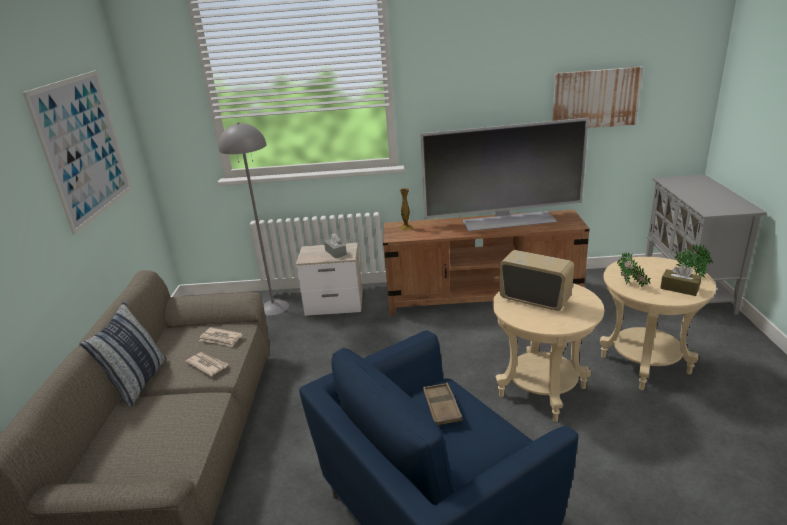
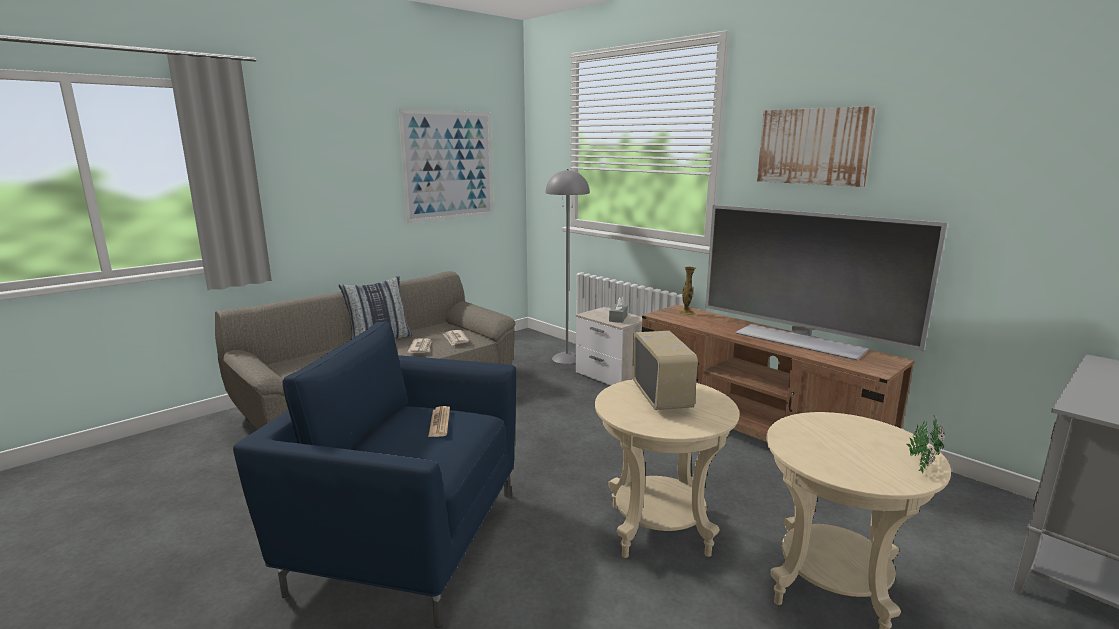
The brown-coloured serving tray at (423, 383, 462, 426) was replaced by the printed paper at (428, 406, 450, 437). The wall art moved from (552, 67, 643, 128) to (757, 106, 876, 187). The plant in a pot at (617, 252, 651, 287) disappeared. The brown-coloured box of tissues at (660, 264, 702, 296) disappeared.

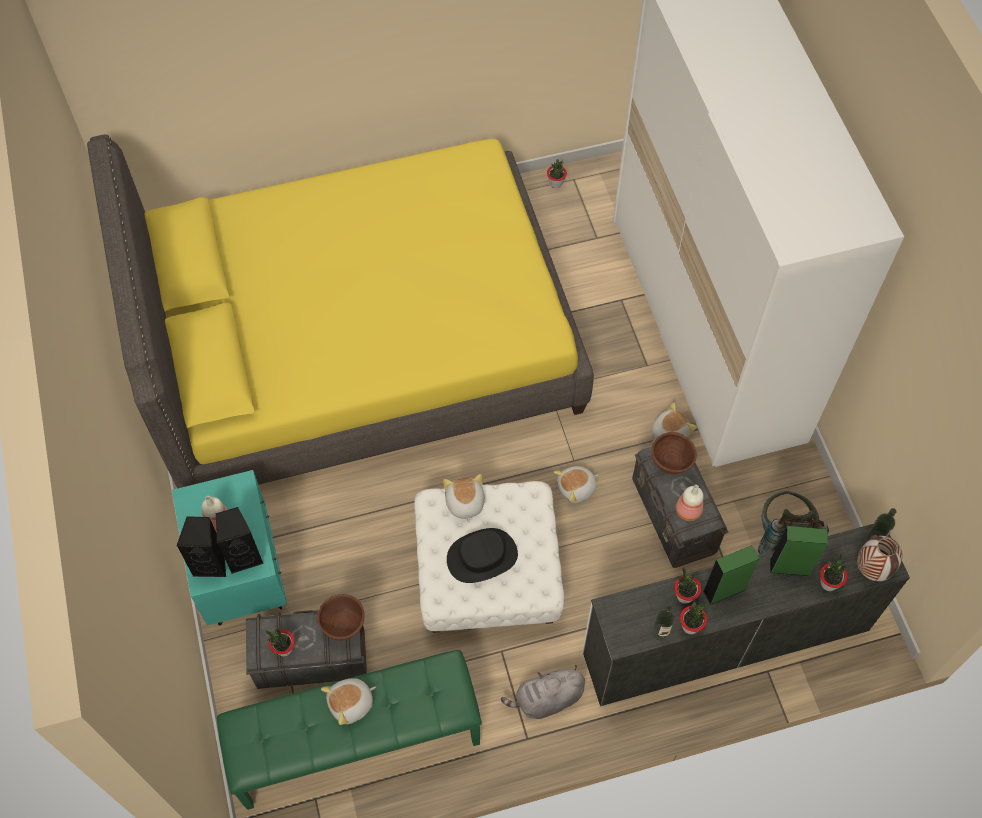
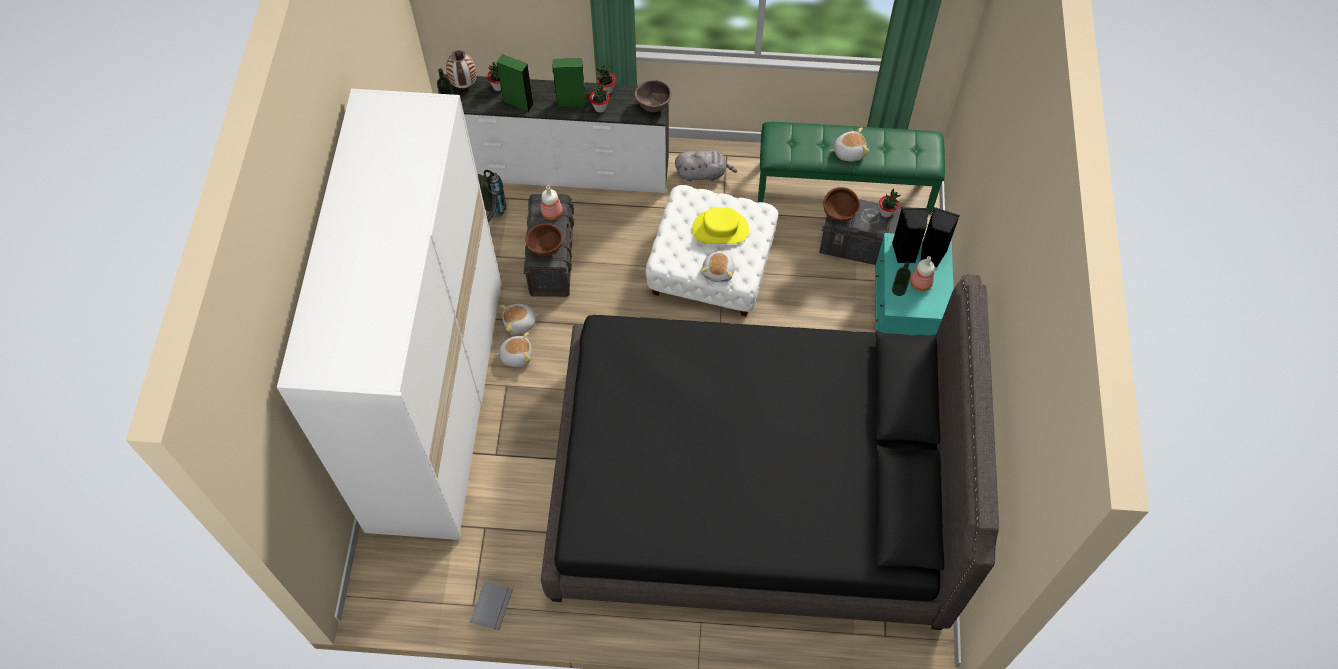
The plant in a pot at (547, 159, 567, 188) was replaced by the gray book at (470, 581, 513, 630). The plush toy moved from (554, 466, 598, 503) to (495, 332, 532, 367). The yellow bed at (87, 135, 594, 489) became the black-coloured bed at (541, 274, 999, 630). The brown-coloured serving bowl at (635, 80, 672, 112) appeared. The black-coloured hat at (447, 528, 518, 583) became the yellow hat at (692, 207, 749, 244). The drink bottle moved from (652, 606, 675, 641) to (892, 261, 911, 296).

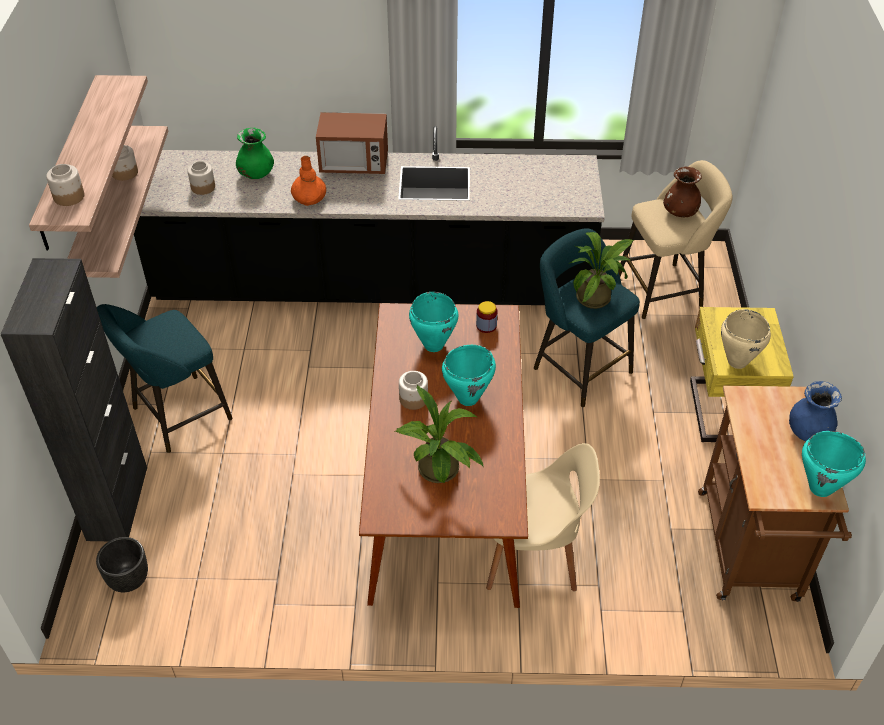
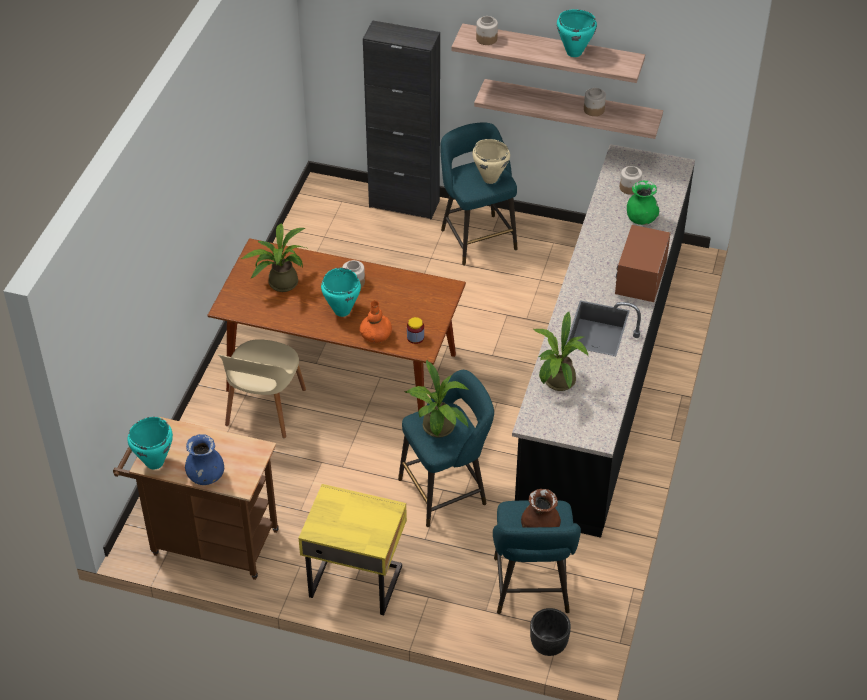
The orange decorative vase moved from (291, 156, 326, 206) to (359, 300, 392, 343). The beige cooking pot moved from (721, 309, 771, 369) to (472, 139, 510, 184). The beige sitting stool at (618, 160, 733, 319) became the turquoise-coloured sitting stool at (493, 500, 581, 614). The black-coloured flower pot moved from (96, 537, 148, 592) to (530, 608, 571, 656). The plant in a pot at (534, 311, 589, 391) appeared. The turquoise-coloured cooking pot moved from (409, 292, 458, 352) to (557, 9, 597, 57).

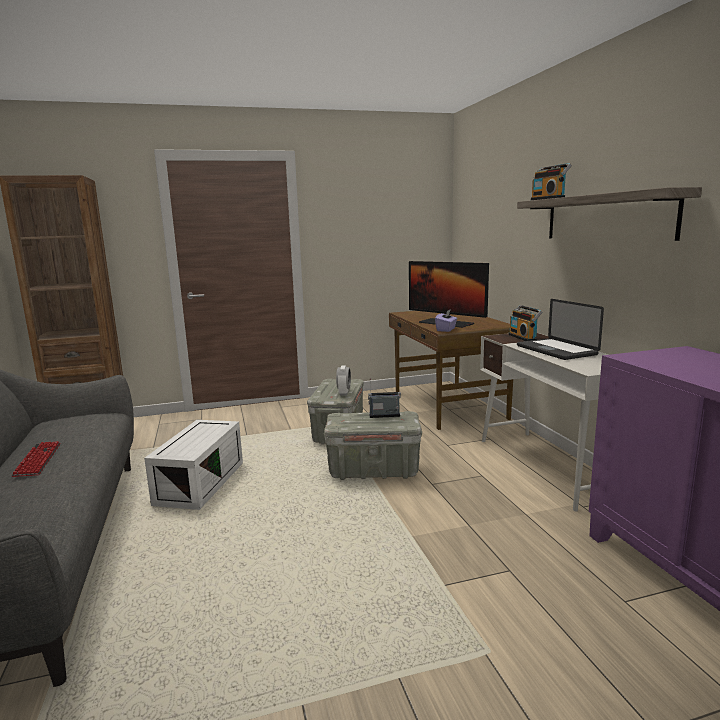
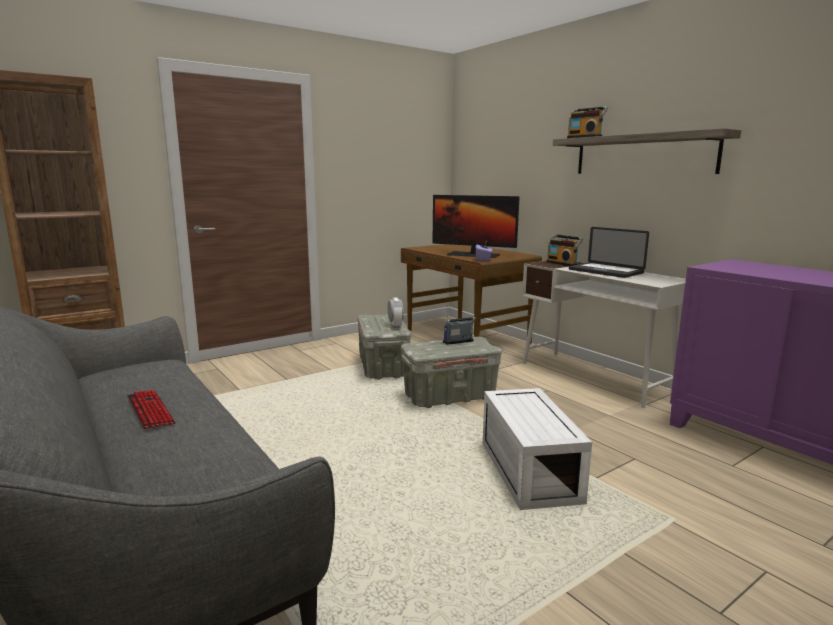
The white-coloured storage container moved from (144, 420, 243, 510) to (483, 388, 592, 510).

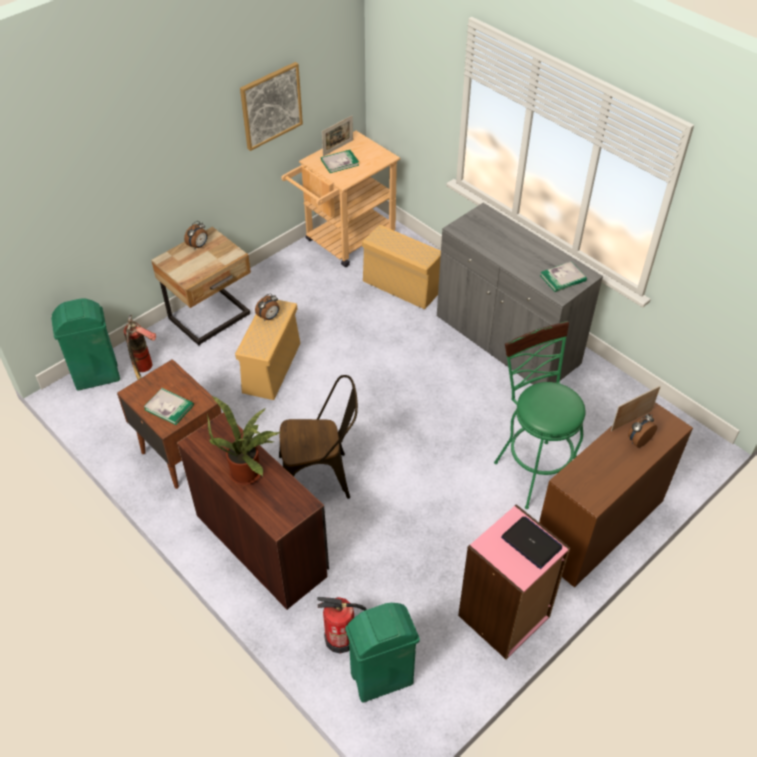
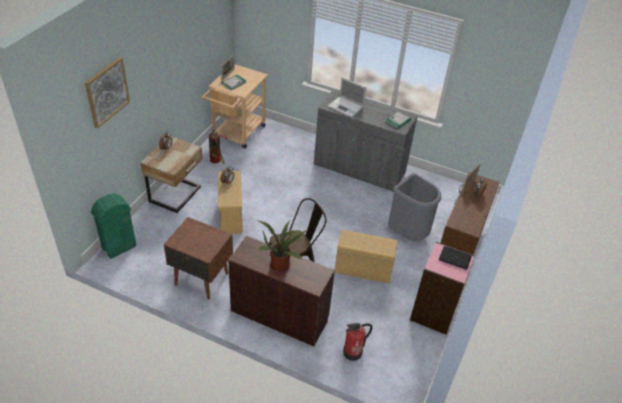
The wall art moved from (240, 62, 303, 151) to (85, 57, 130, 128). The fire-fighting cylinder moved from (124, 315, 156, 380) to (209, 127, 228, 164). The laptop at (328, 77, 367, 117) appeared. The beige storage container moved from (362, 225, 441, 309) to (335, 230, 398, 283). The green sitting stool at (494, 321, 586, 509) was replaced by the gray trash can at (388, 173, 441, 241). The book at (144, 388, 194, 425) disappeared. The green trash can at (345, 603, 420, 703) disappeared.

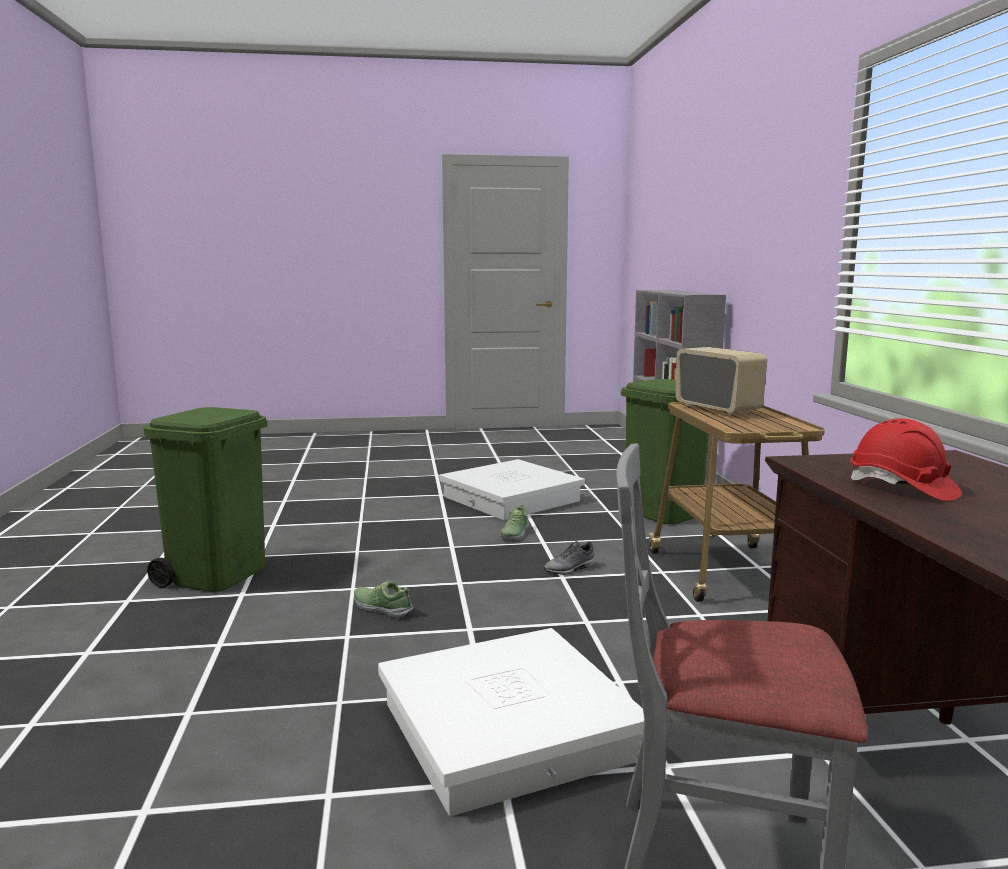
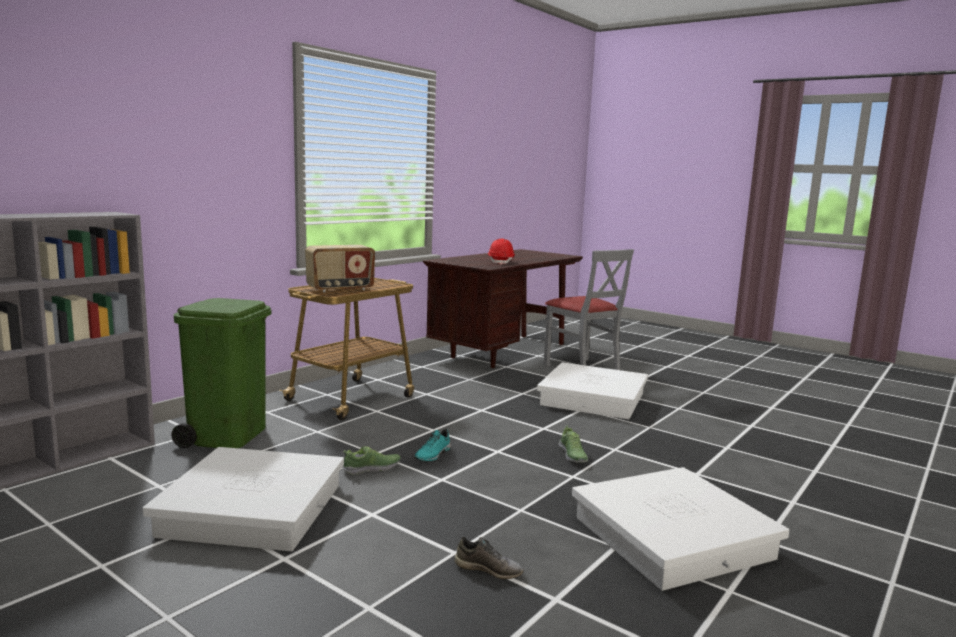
The radio receiver at (675, 347, 767, 415) turned 135 degrees counterclockwise. The turquoise-coloured shoe at (414, 429, 451, 461) appeared. The gray shoe moved from (543, 541, 596, 575) to (454, 537, 524, 579). The green trash can at (144, 407, 267, 592) was replaced by the white-coloured storage container at (572, 467, 790, 591).

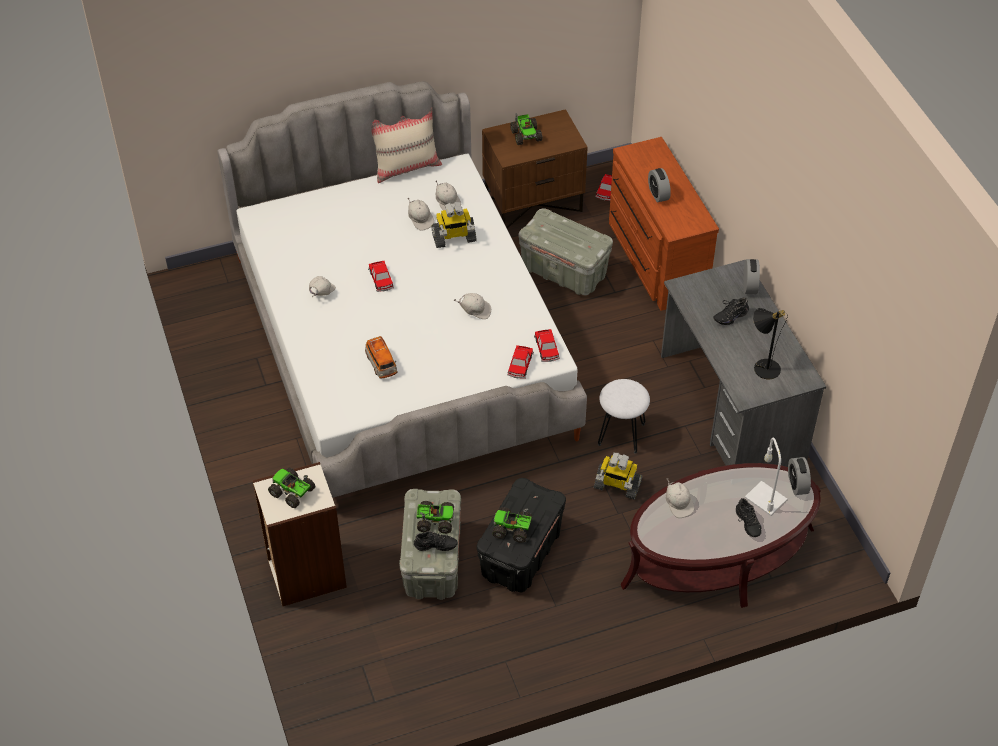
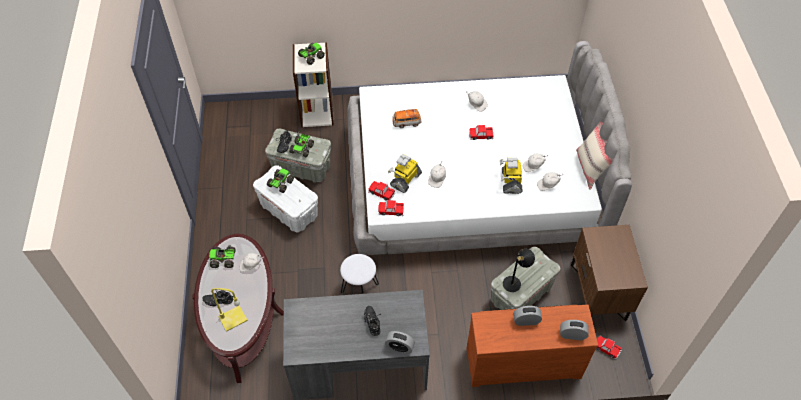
The toy truck moved from (510, 113, 542, 145) to (209, 245, 235, 268). The white-coloured table lamp at (745, 438, 787, 516) became the yellow table lamp at (211, 288, 248, 332). The black-coloured storage container at (477, 478, 566, 593) became the white-coloured storage container at (253, 165, 318, 233). The robot figure moved from (594, 453, 642, 499) to (388, 154, 422, 193). The black-coloured table lamp moved from (753, 308, 788, 379) to (503, 249, 535, 292). The bedside clock moved from (788, 457, 811, 495) to (560, 320, 589, 340).

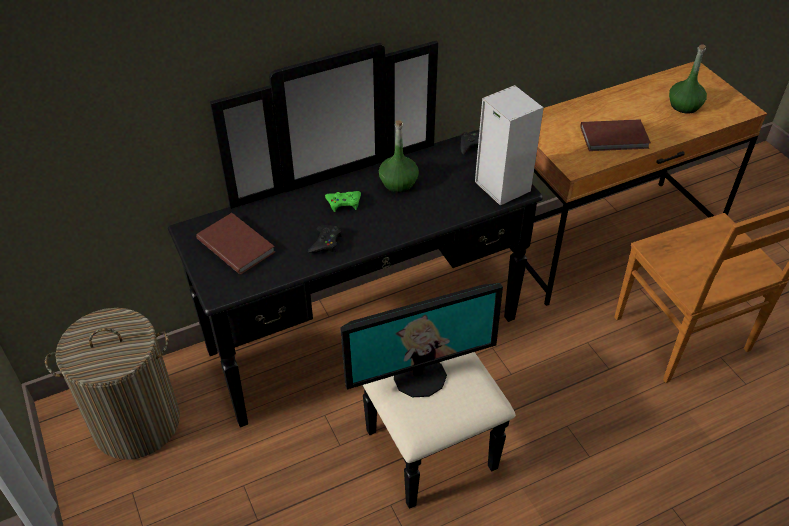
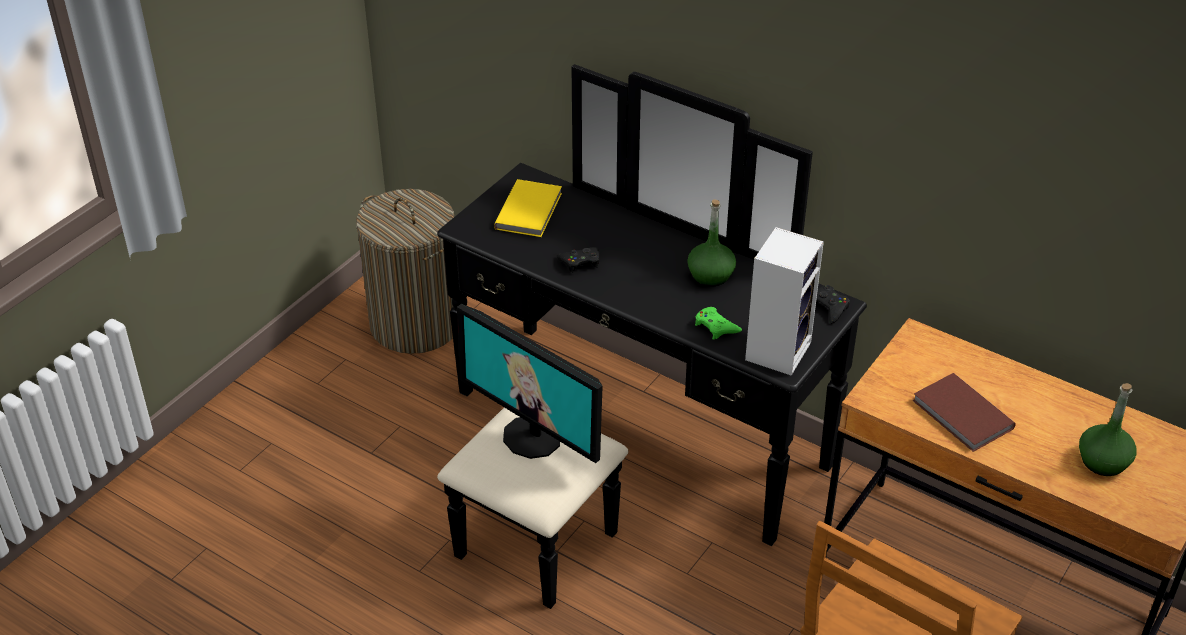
The brown-coloured book at (196, 213, 275, 275) became the yellow book at (494, 179, 562, 237). The green gamepad moved from (325, 191, 361, 212) to (695, 307, 742, 340).

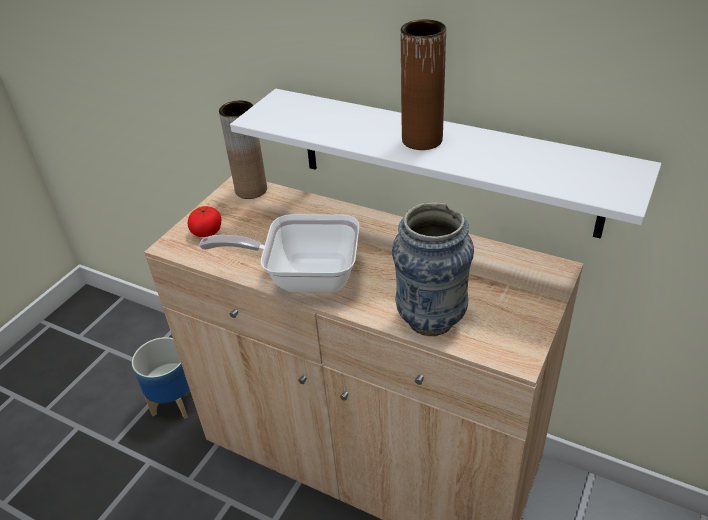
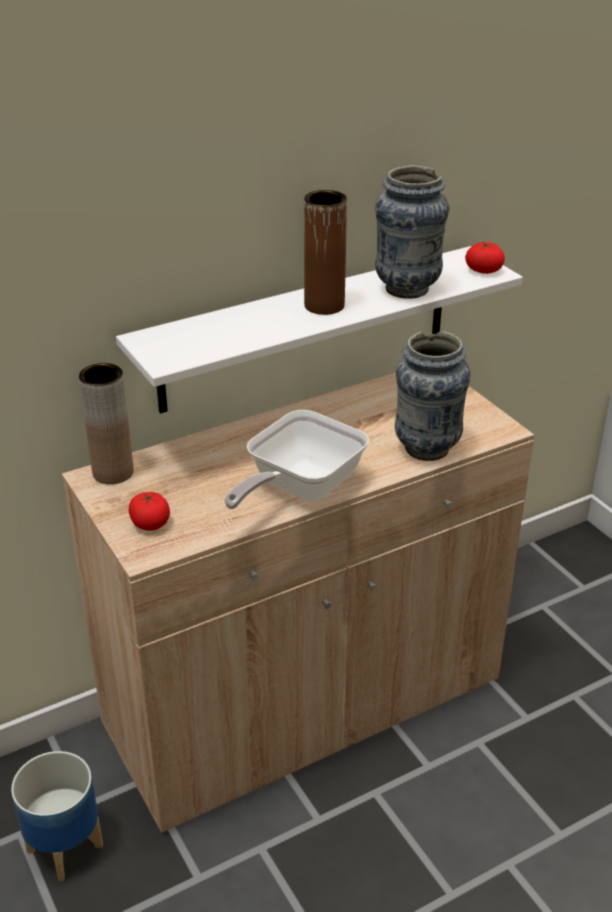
The decorative vase at (375, 165, 450, 299) appeared. The tomato at (465, 242, 505, 274) appeared.

